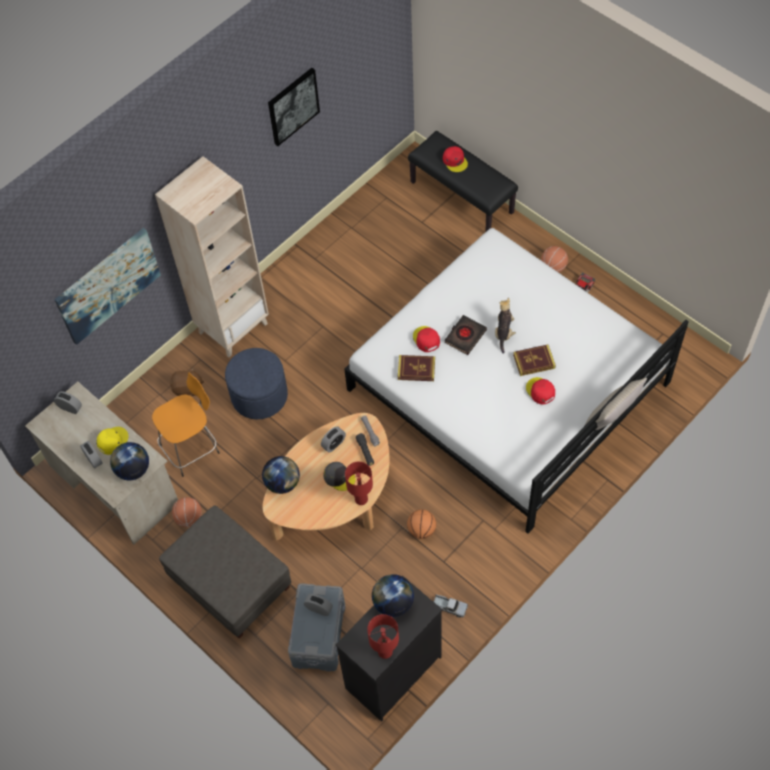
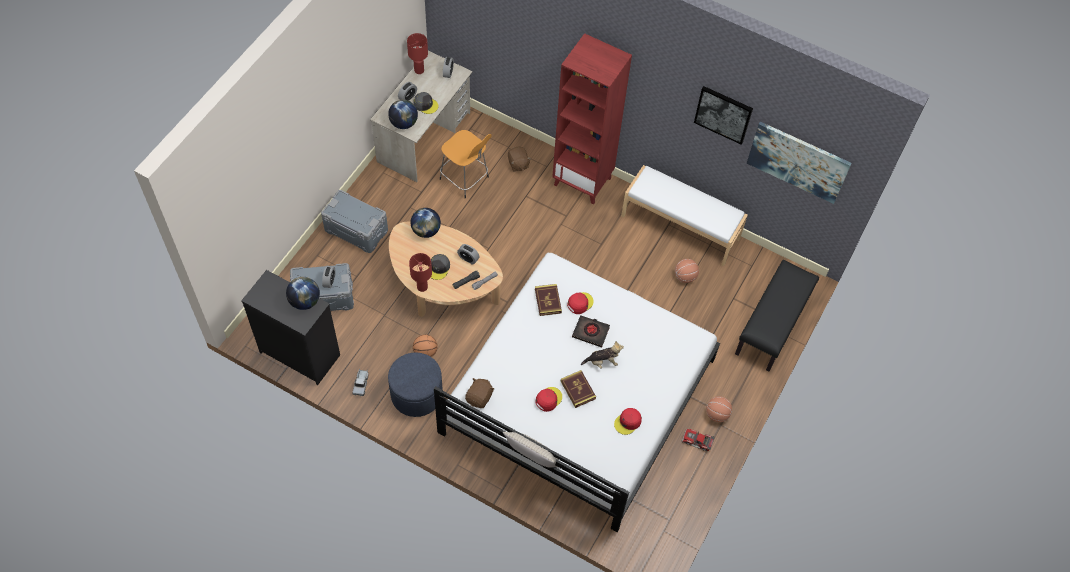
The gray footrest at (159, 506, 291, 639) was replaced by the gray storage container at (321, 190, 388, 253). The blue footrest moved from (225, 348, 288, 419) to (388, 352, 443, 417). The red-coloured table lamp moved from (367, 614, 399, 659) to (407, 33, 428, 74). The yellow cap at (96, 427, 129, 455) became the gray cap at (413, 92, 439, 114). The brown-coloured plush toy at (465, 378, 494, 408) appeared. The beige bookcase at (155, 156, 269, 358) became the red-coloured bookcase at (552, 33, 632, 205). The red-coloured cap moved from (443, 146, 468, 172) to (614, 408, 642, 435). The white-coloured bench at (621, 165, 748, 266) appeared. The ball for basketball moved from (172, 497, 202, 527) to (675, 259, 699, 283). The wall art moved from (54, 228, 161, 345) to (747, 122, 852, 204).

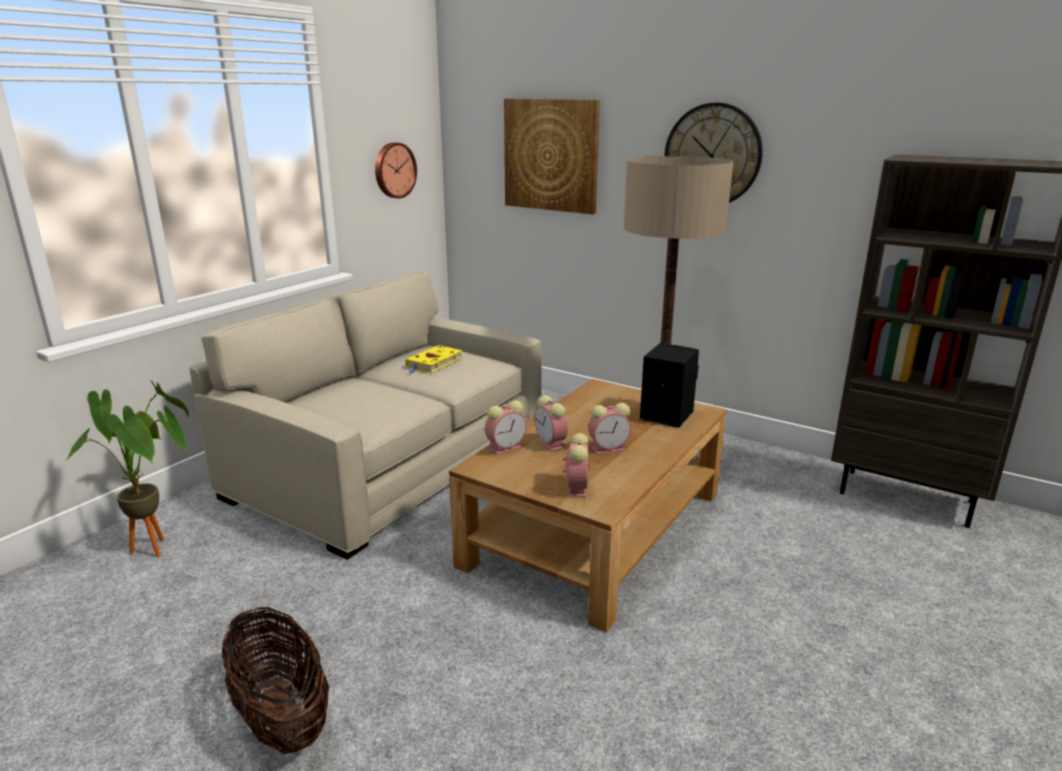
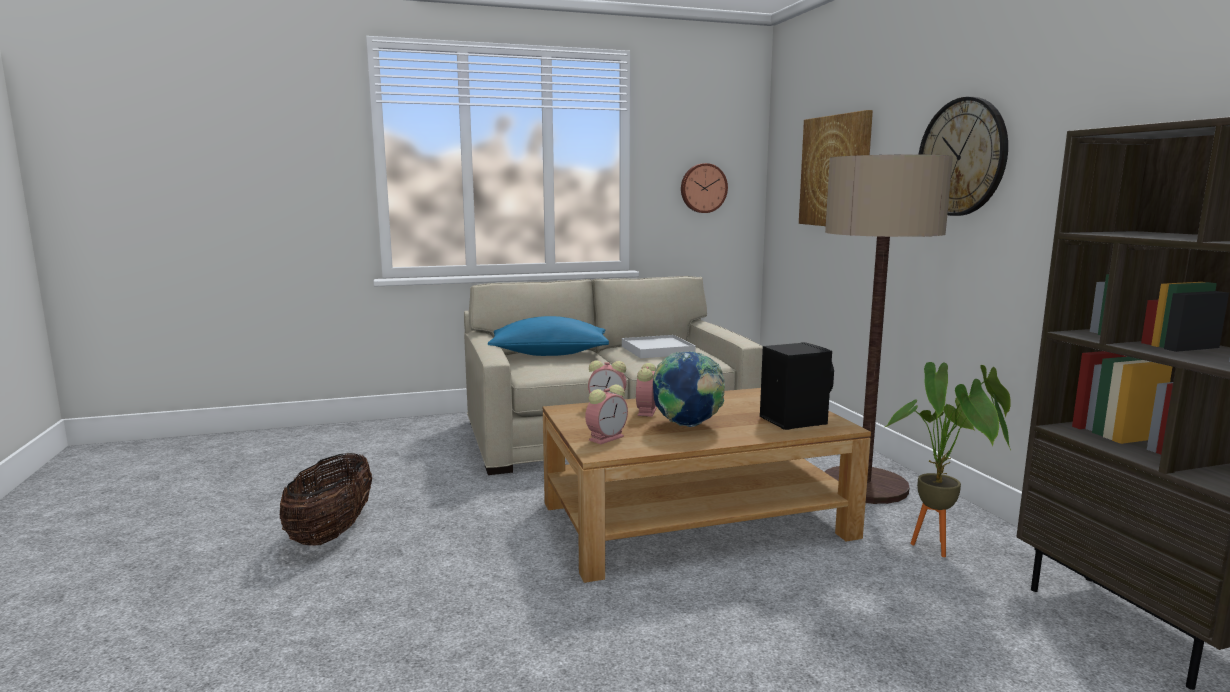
The blue throw pillow at (488, 316, 609, 356) appeared. The yellow book at (405, 345, 463, 374) was replaced by the white-coloured serving tray at (622, 335, 696, 358). The bedside clock at (588, 403, 631, 455) was replaced by the globe at (653, 351, 725, 427). The plant in a pot moved from (65, 380, 189, 557) to (885, 362, 1011, 557).

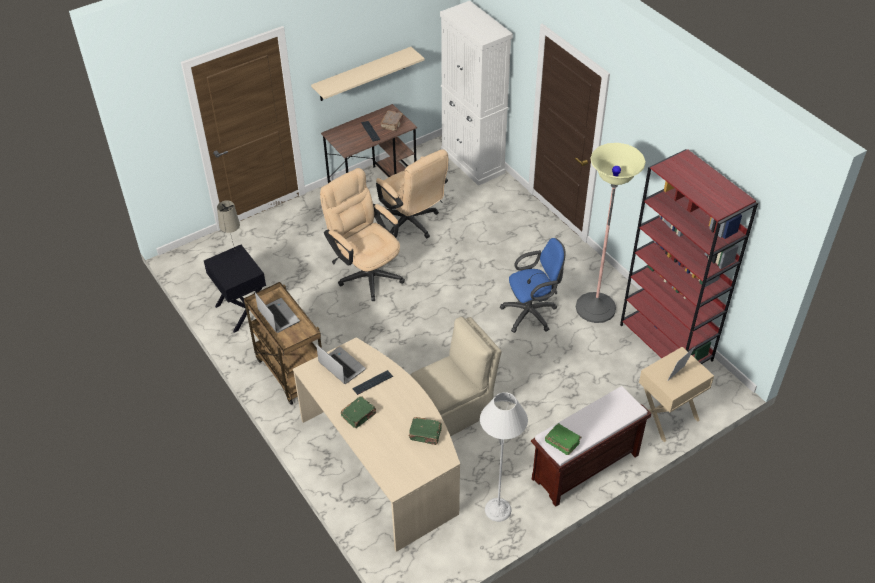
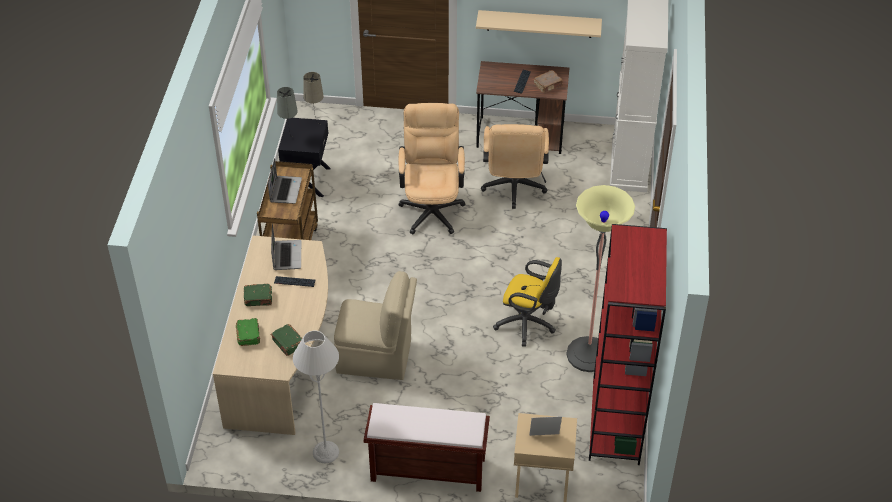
The green book moved from (545, 423, 581, 455) to (236, 318, 260, 346). The gray table lamp at (277, 87, 298, 137) appeared. The blue office chair at (500, 238, 566, 333) became the yellow office chair at (493, 257, 562, 347).

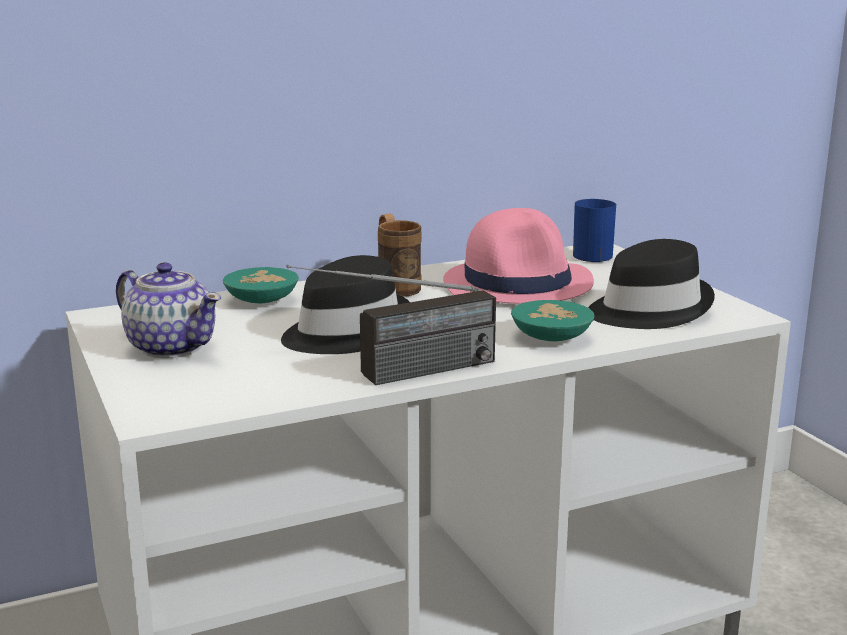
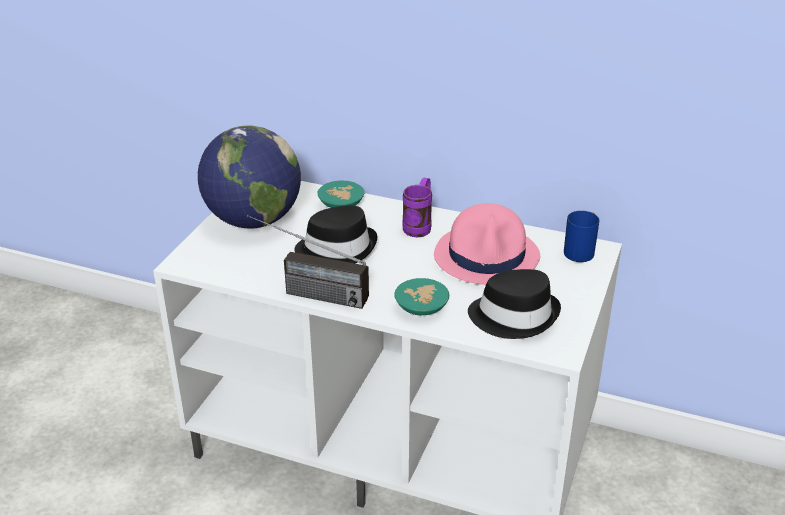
The tea pot at (116, 263, 221, 358) was replaced by the globe at (198, 126, 301, 228). The brown-coloured tea mug at (378, 214, 422, 297) became the purple-coloured tea mug at (402, 178, 432, 237).

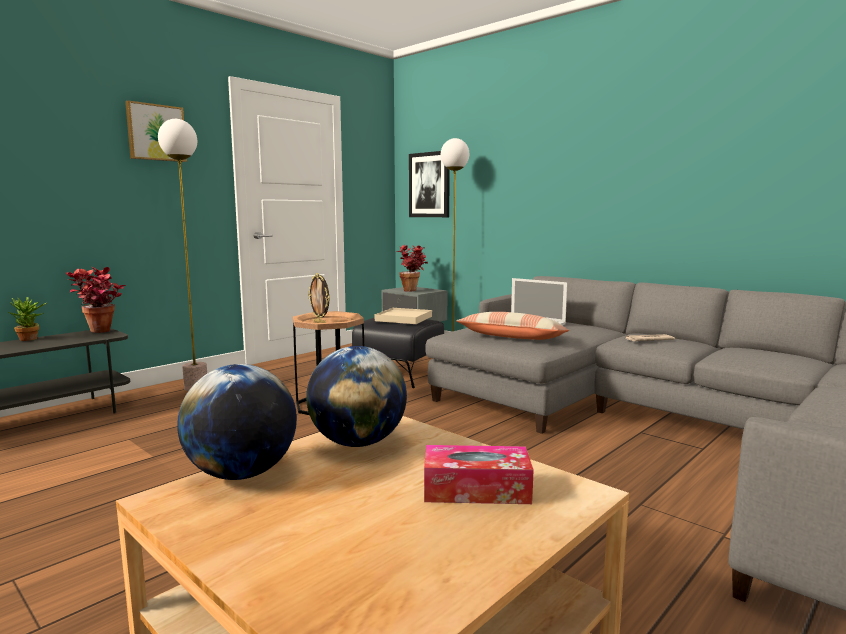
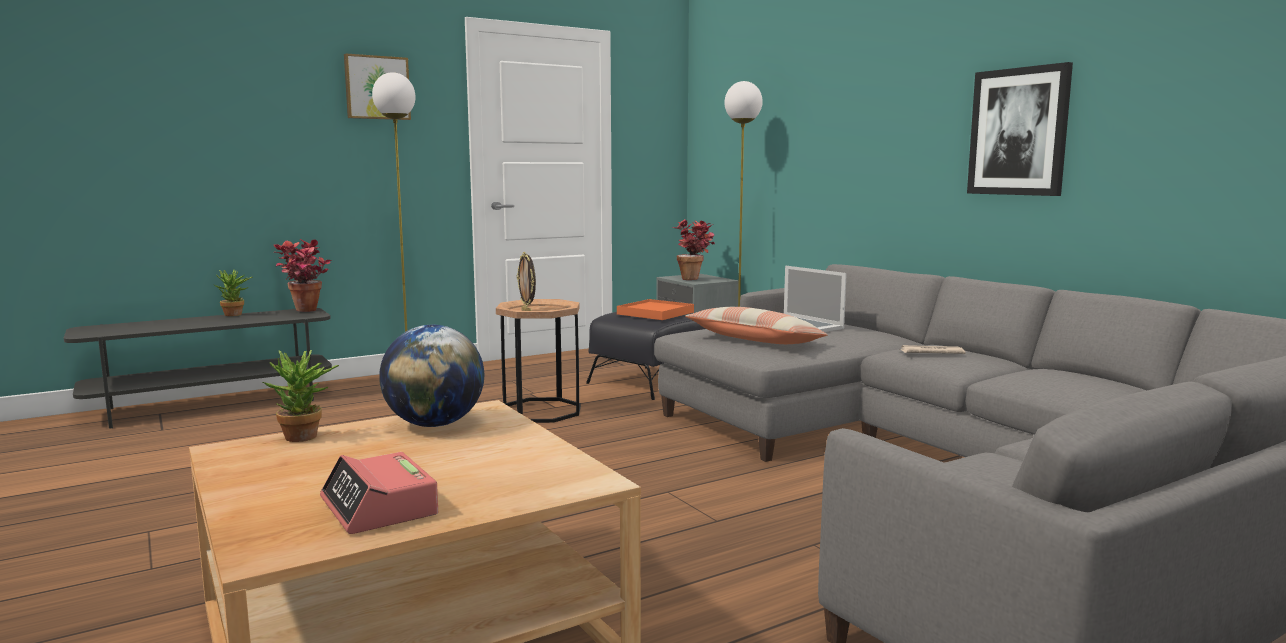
The globe at (177, 364, 297, 480) was replaced by the plant in a pot at (263, 350, 339, 442). The bedside clock at (320, 452, 438, 534) appeared. The beige serving tray at (375, 308, 432, 324) became the orange serving tray at (617, 299, 694, 320). The wall art moved from (409, 151, 450, 217) to (967, 62, 1073, 196). The box of tissues at (424, 445, 534, 504) disappeared.

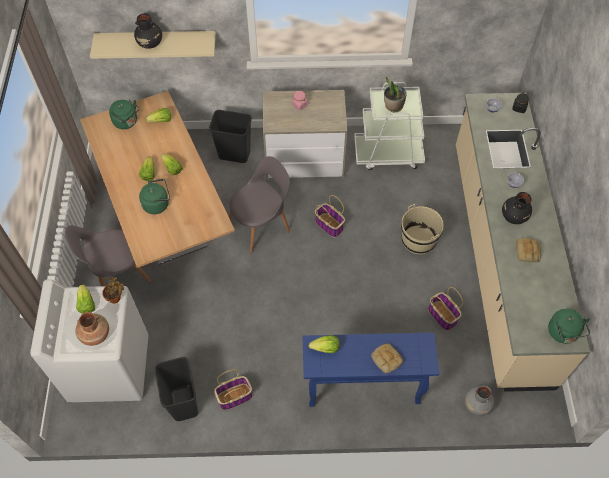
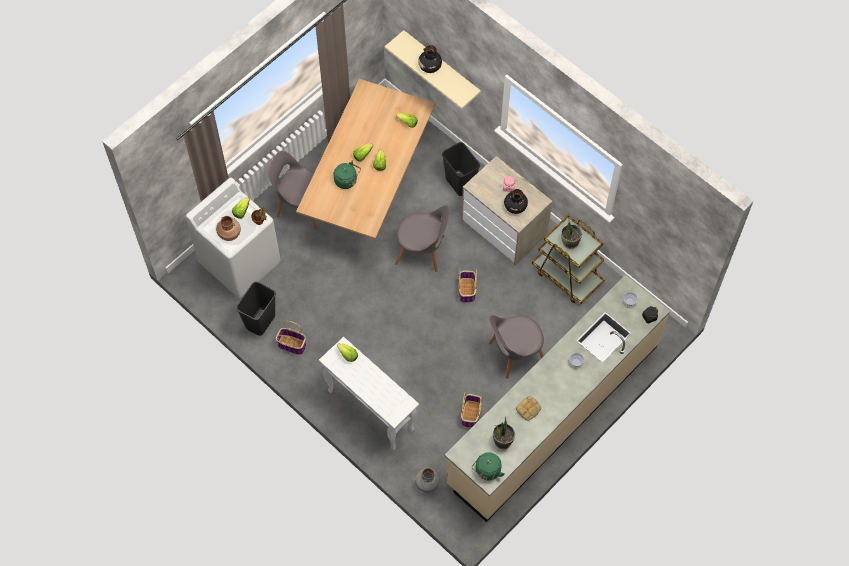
The blue hall table at (303, 332, 440, 407) became the white-coloured hall table at (319, 337, 419, 450). The beige water bucket at (401, 204, 444, 254) was replaced by the gray plain chair at (489, 315, 544, 379). The plant in a pot at (493, 417, 515, 449) appeared. The black-coloured decorative vase moved from (502, 192, 532, 224) to (504, 189, 528, 214). The white-coloured trolley at (354, 82, 425, 170) became the brown-coloured trolley at (532, 215, 605, 304). The green tea kettle at (109, 100, 139, 129) disappeared. The bakery bread at (371, 343, 403, 373) disappeared.

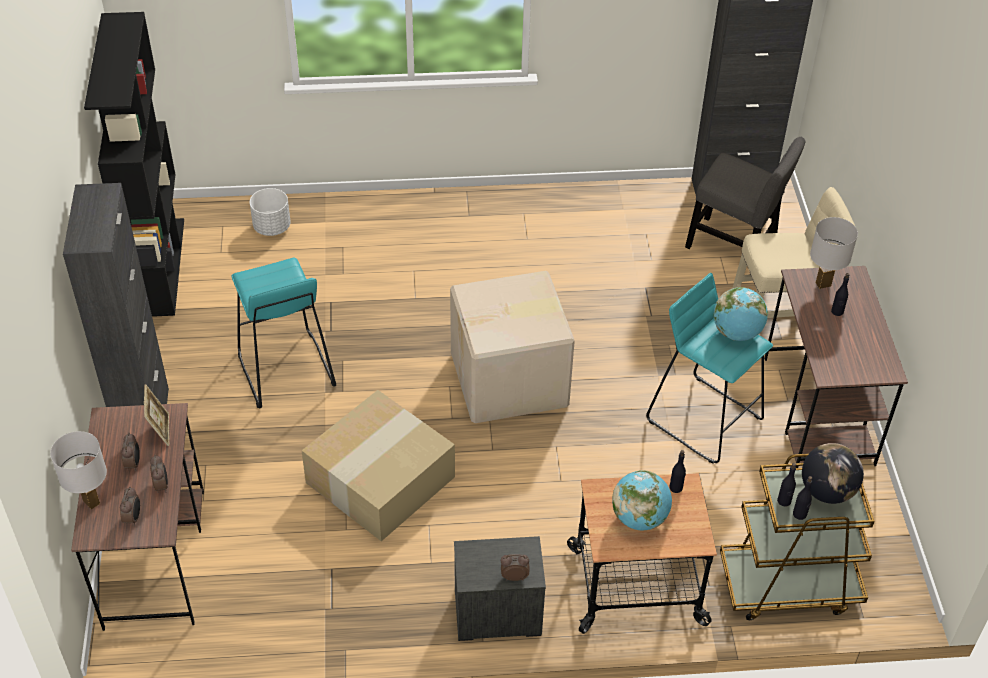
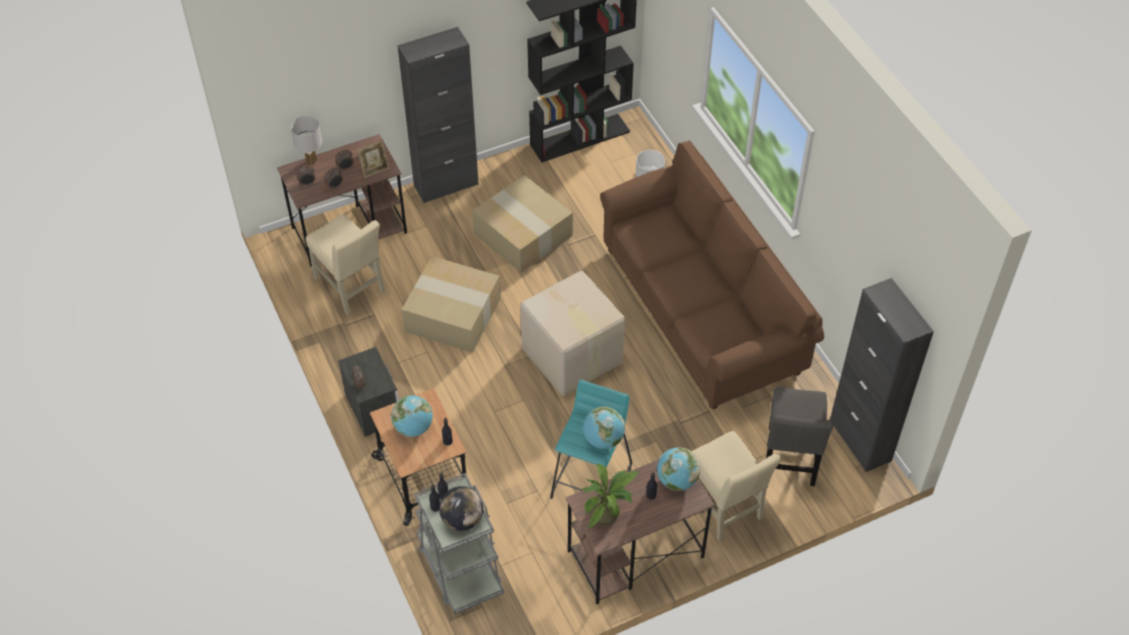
The beige plain chair at (306, 214, 385, 315) appeared. The brown-coloured trolley at (720, 454, 875, 620) became the gray trolley at (414, 473, 504, 614). The turquoise-coloured sitting stool at (232, 258, 336, 408) was replaced by the carton at (472, 175, 573, 273). The plant in a pot at (581, 464, 639, 529) appeared. The brown-coloured sofa at (600, 141, 824, 409) appeared. The white-coloured table lamp at (810, 217, 858, 289) was replaced by the globe at (657, 447, 700, 491).

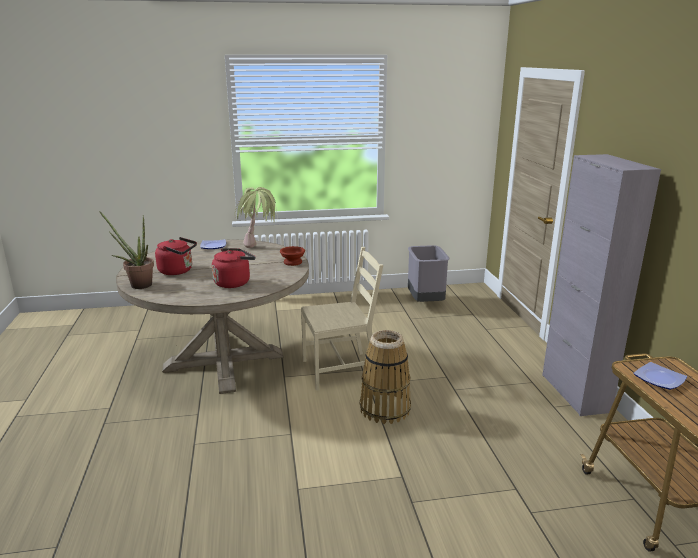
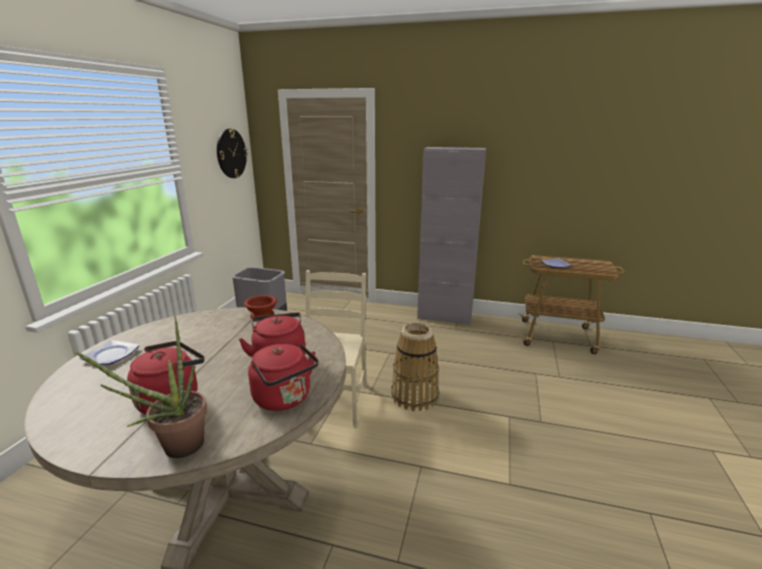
The wall clock at (217, 129, 248, 178) appeared. The red-coloured tea kettle at (248, 343, 319, 411) appeared. The plant in a pot at (235, 187, 277, 248) disappeared.

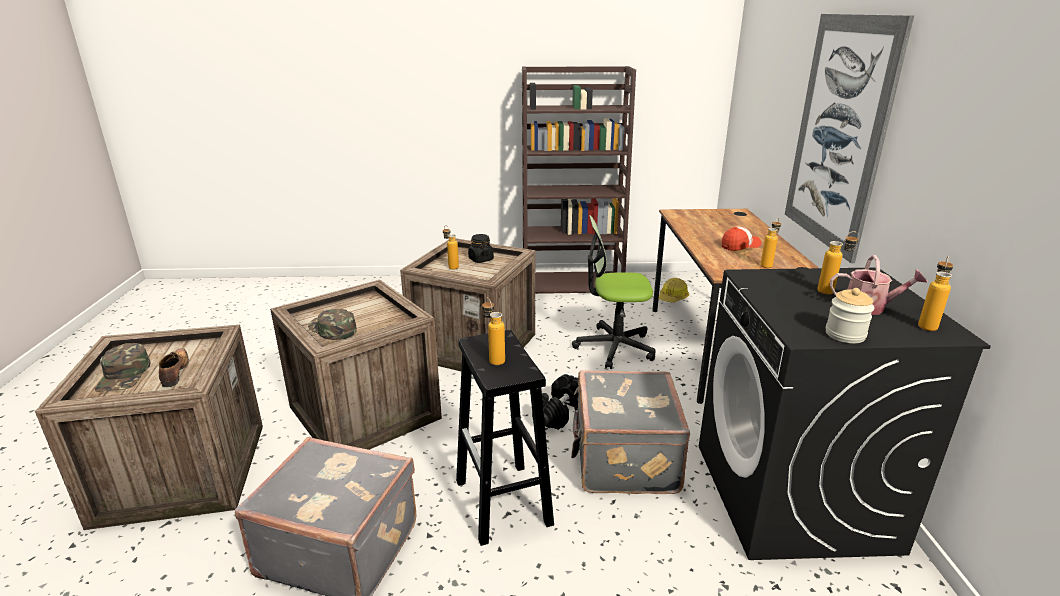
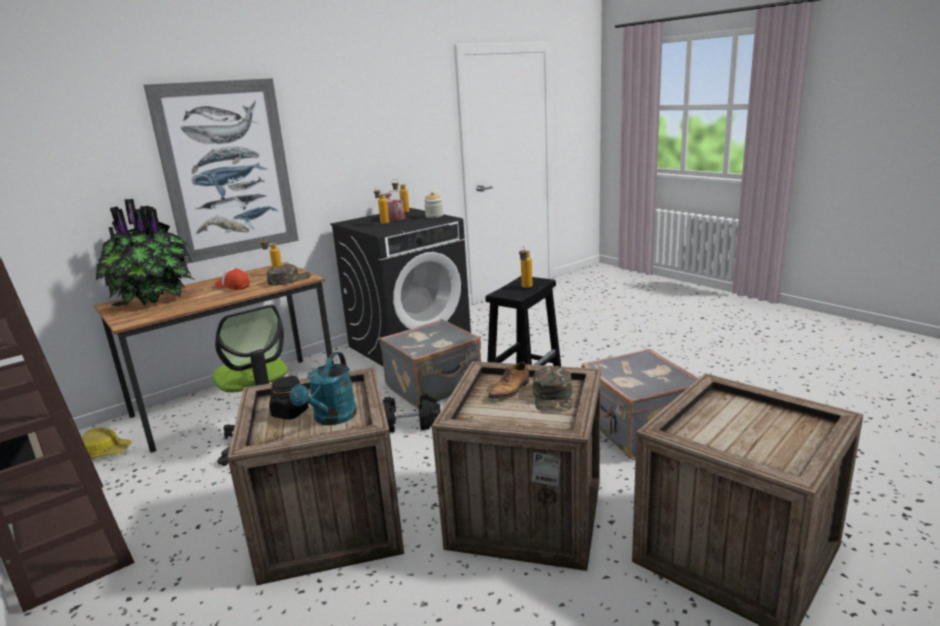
The plant in a pot at (96, 199, 194, 306) appeared. The green cap moved from (95, 343, 150, 392) to (267, 264, 311, 285). The drink bottle at (443, 225, 459, 270) was replaced by the turquoise-coloured watering can at (290, 352, 357, 425). The shoe moved from (159, 348, 189, 387) to (488, 362, 529, 399).

